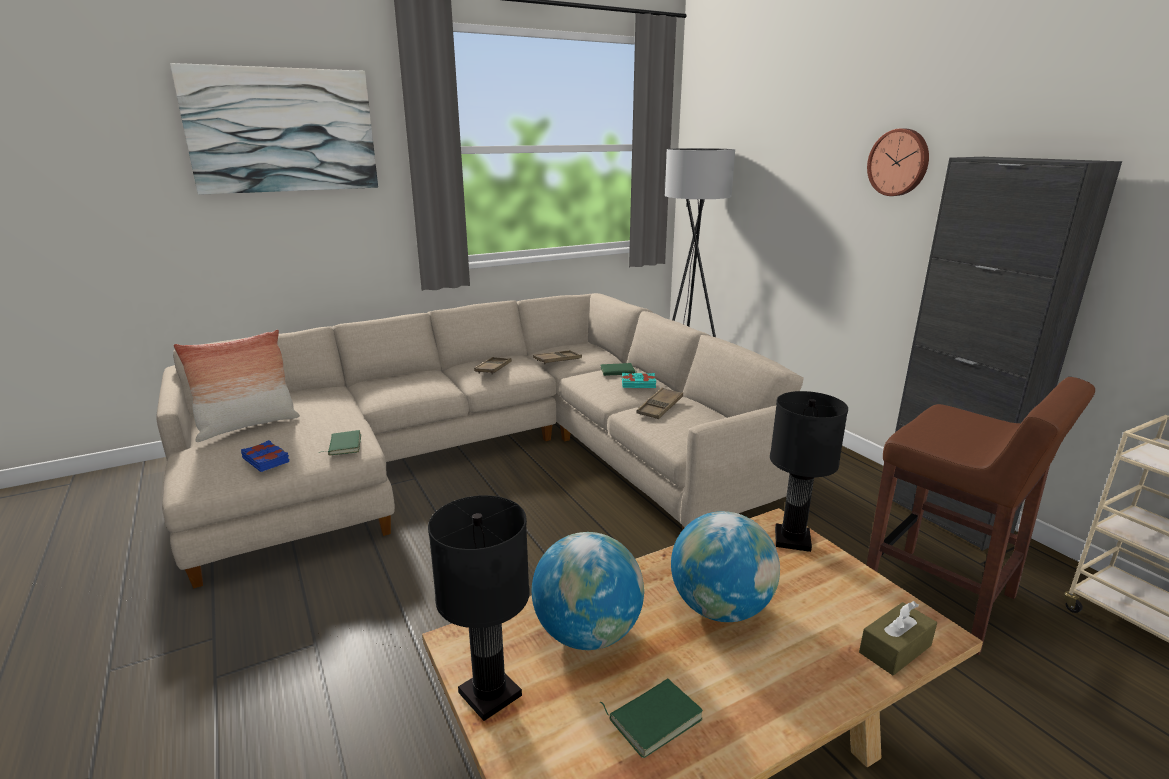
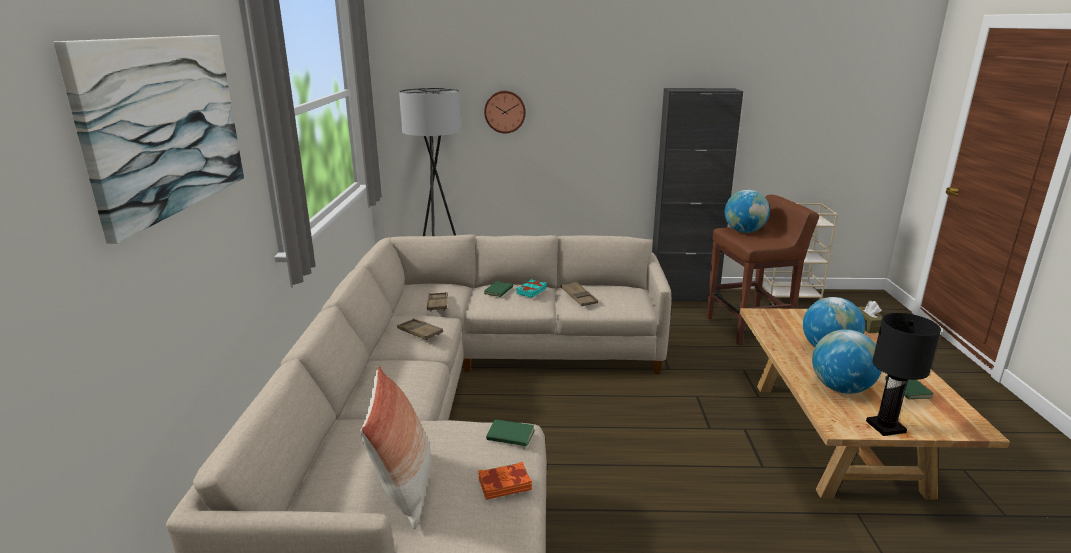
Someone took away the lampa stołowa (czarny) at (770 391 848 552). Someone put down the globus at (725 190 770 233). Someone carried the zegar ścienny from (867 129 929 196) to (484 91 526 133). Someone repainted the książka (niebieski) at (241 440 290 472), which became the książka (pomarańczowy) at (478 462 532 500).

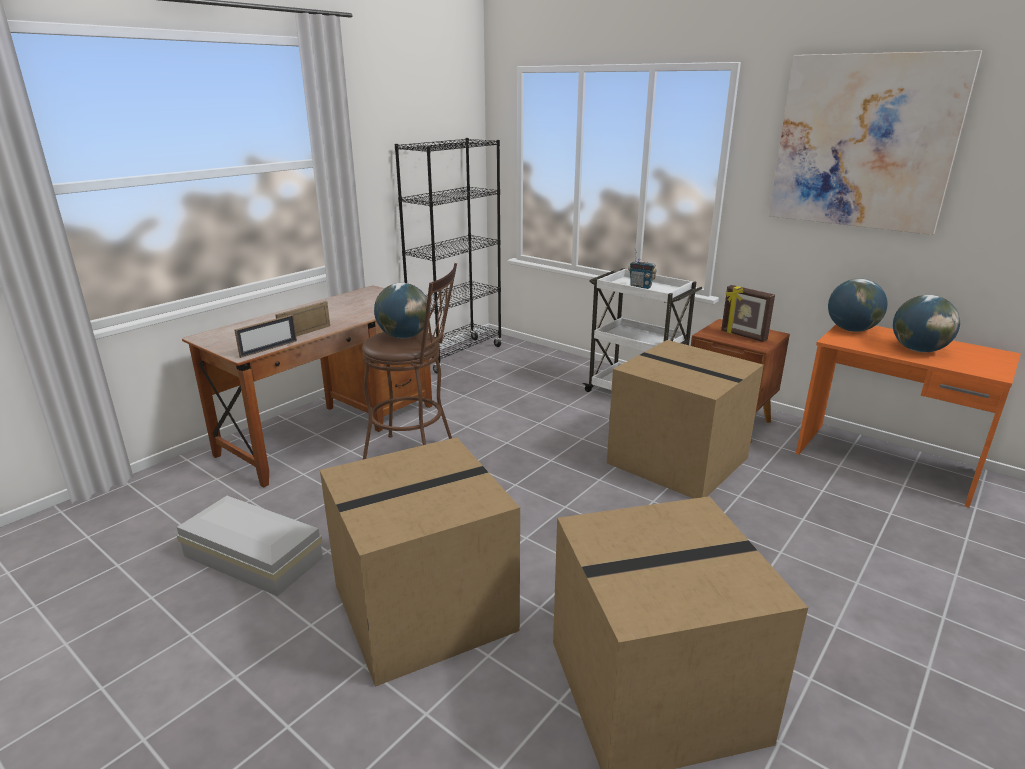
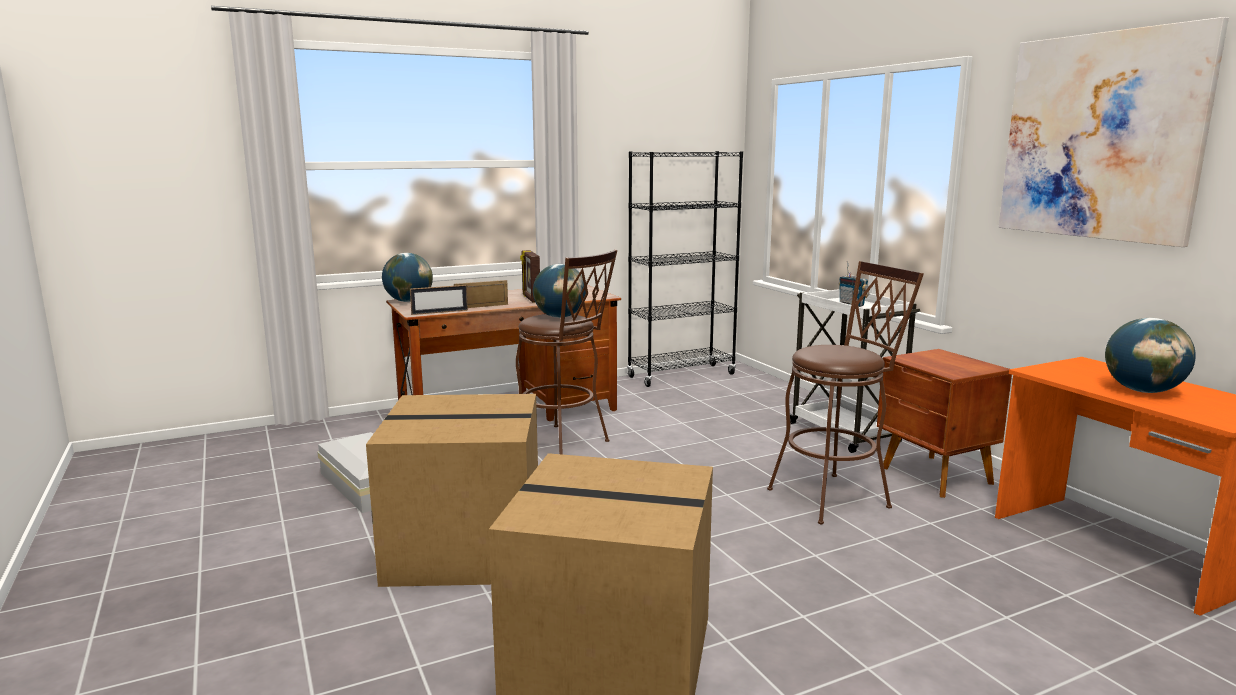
Someone carried the ramka na zdjęcie from (721 285 775 342) to (520 250 540 302). Someone carried the globus from (828 279 888 332) to (382 253 433 302). Someone swapped the karton at (607 340 764 499) for the stołek (brązowy) at (767 261 924 524).

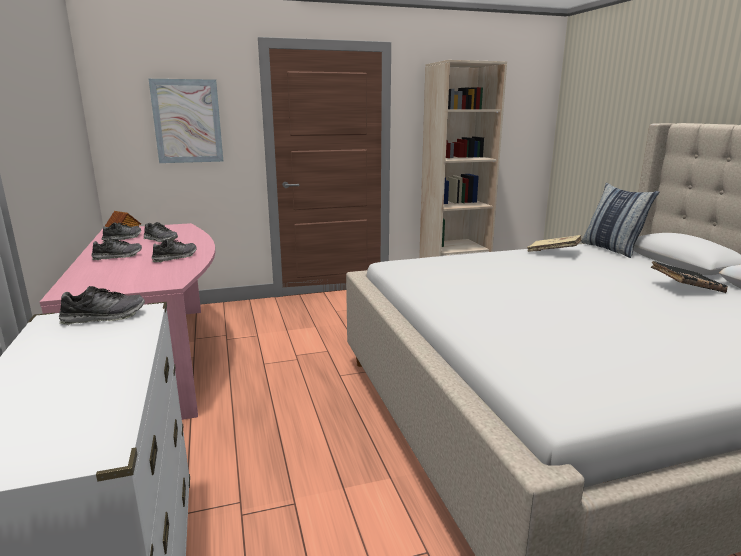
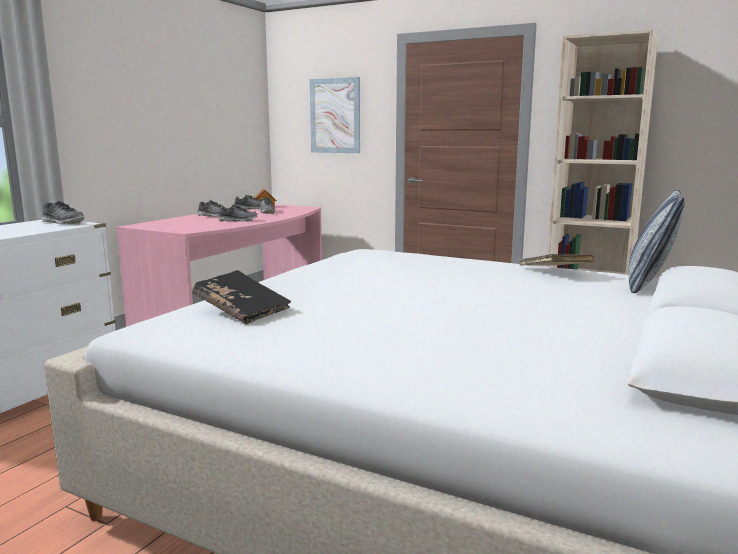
Someone carried the książka (czarny) from (651 261 728 293) to (192 270 291 325).

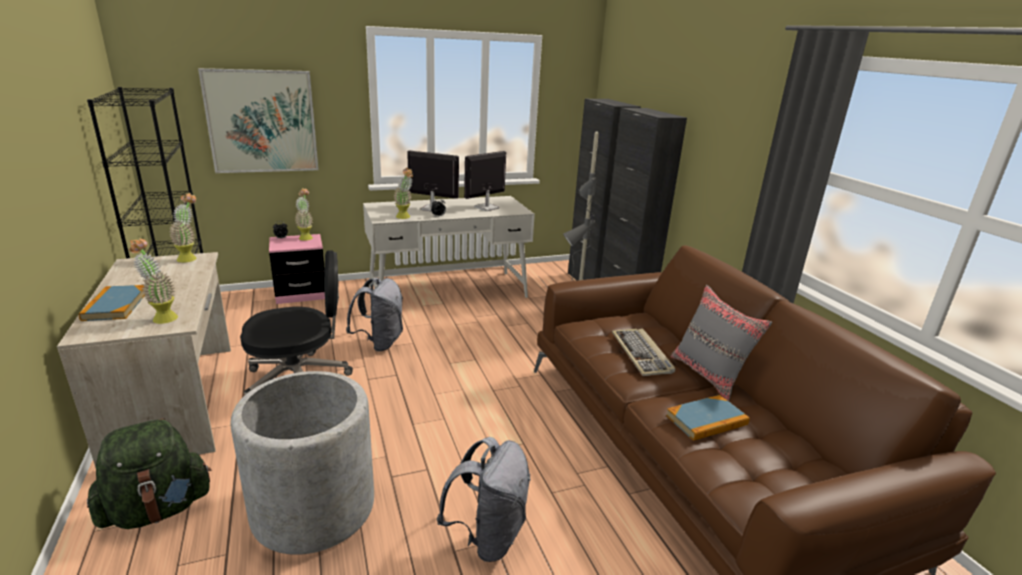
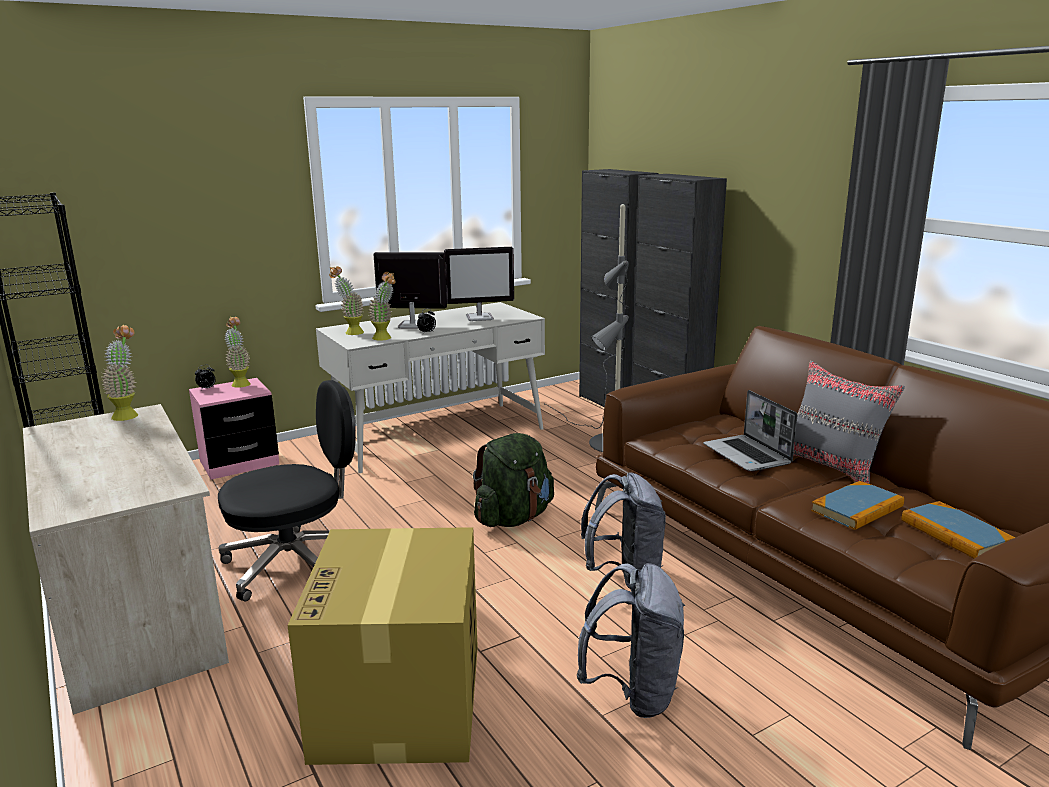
Someone took away the obraz at (198 68 319 173). Someone carried the książka from (79 285 145 321) to (902 501 1016 558). Someone carried the plecak (zielony) from (87 418 211 529) to (473 433 554 527). Someone carried the roślina doniczkowa from (129 239 178 324) to (329 266 364 335). Someone carried the plecak (szary) from (346 278 403 351) to (581 472 666 589). Someone swapped the donica (szary) at (231 371 374 555) for the karton at (288 527 478 765). Someone swapped the klawiatura at (612 328 676 376) for the laptop at (703 390 797 471). Someone rotated the monitor at (464 151 506 211) by 135 degrees counterclockwise.

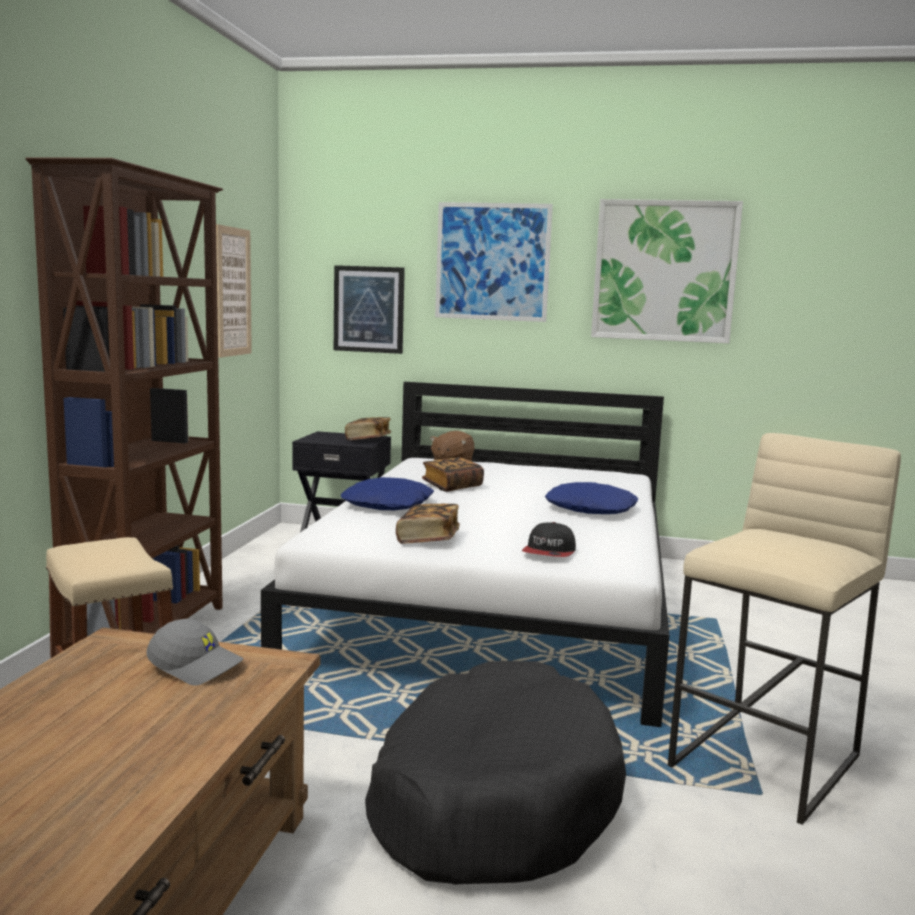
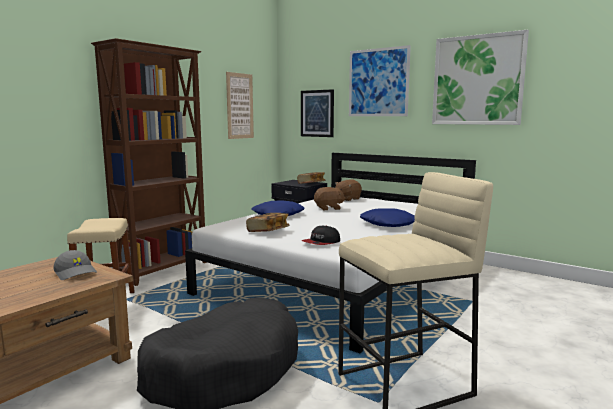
Someone swapped the książka at (422 457 484 492) for the pluszak (brązowy) at (314 187 345 210).

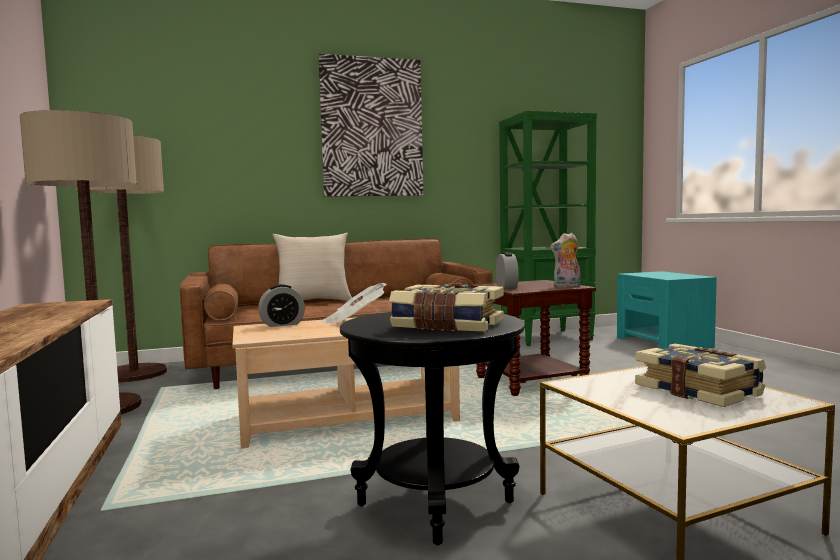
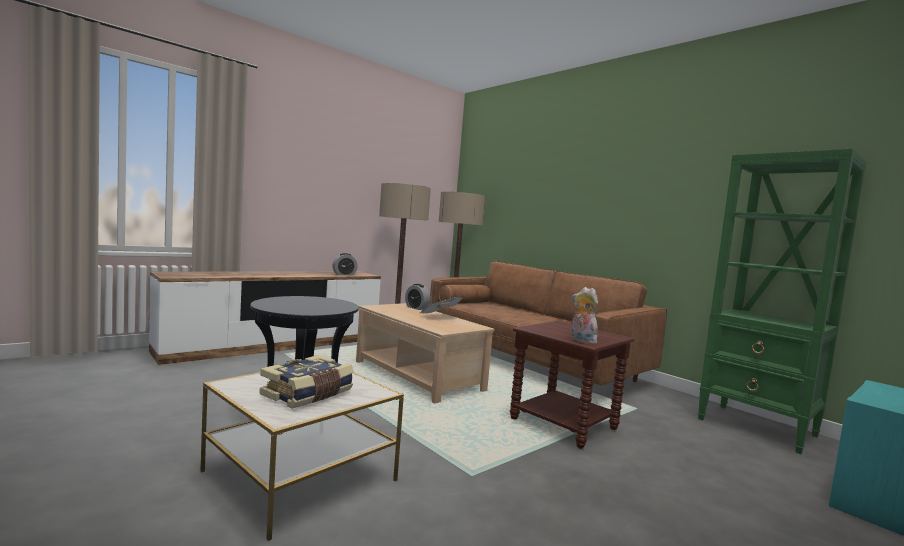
Someone took away the poduszka (beżowy) at (272 233 352 301). Someone took away the obraz at (318 54 423 197). Someone took away the książka at (389 283 504 331). Someone carried the budzik from (496 252 519 289) to (332 253 358 275).

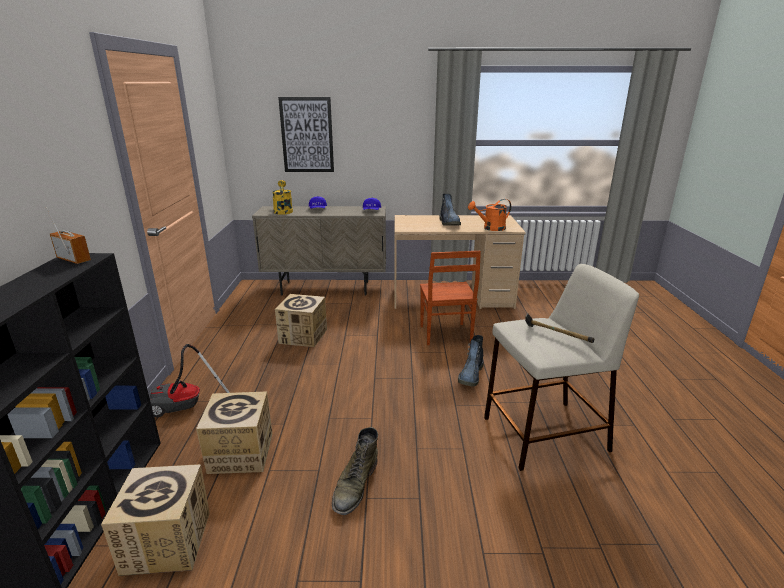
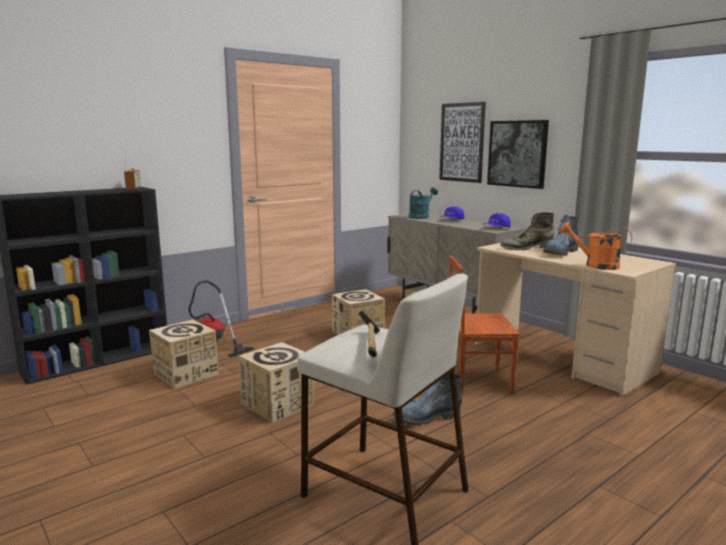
Someone put up the obraz at (487 120 549 189). Someone carried the karton from (101 464 209 576) to (239 342 314 423). Someone carried the but z cholewką (zielony) from (332 427 378 515) to (500 212 554 250). Someone repainted the konewka (żółty) at (272 180 293 215), which became the konewka (turkusowy) at (409 187 438 219). Someone rotated the krzesło (brązowy) at (420 251 481 345) by 45 degrees clockwise.

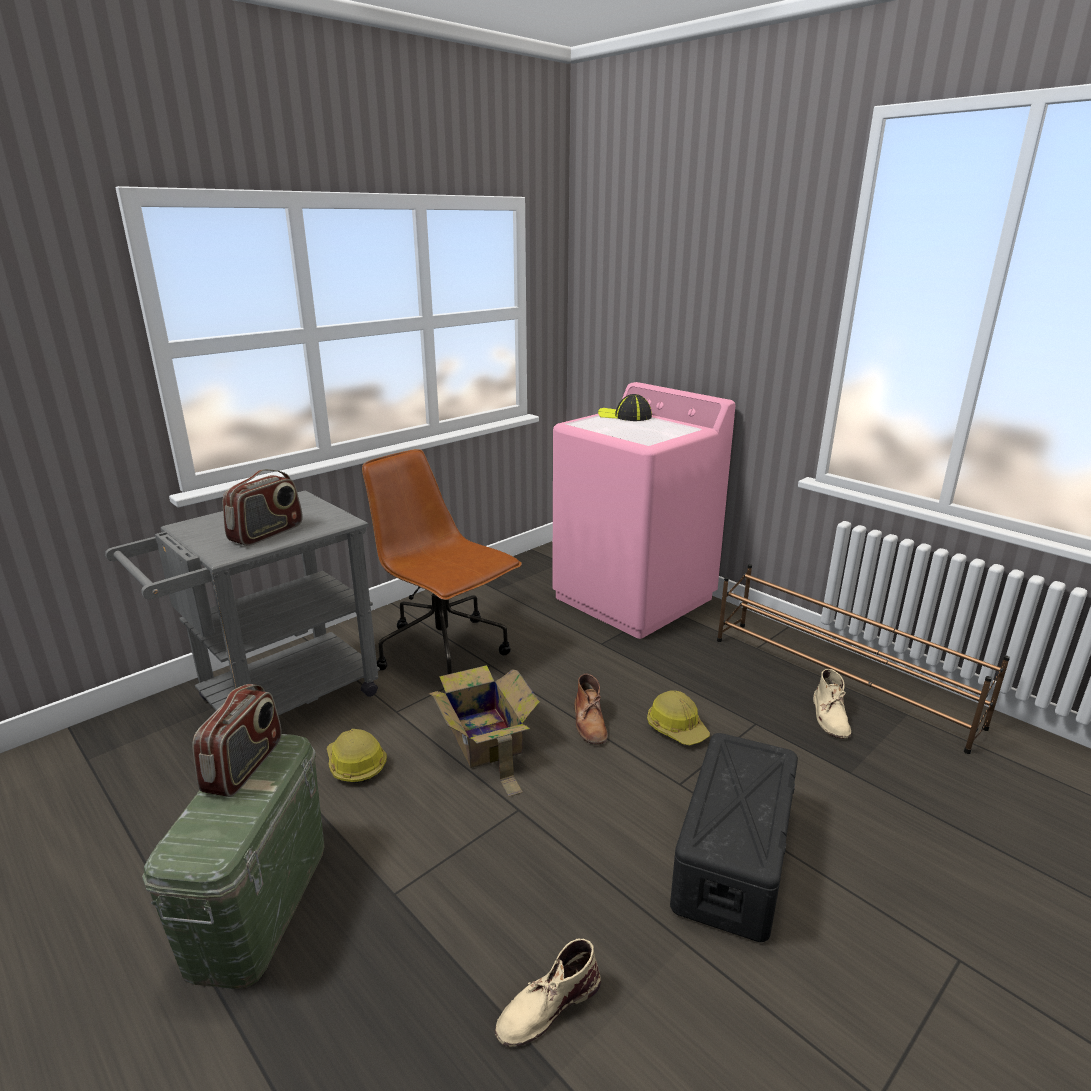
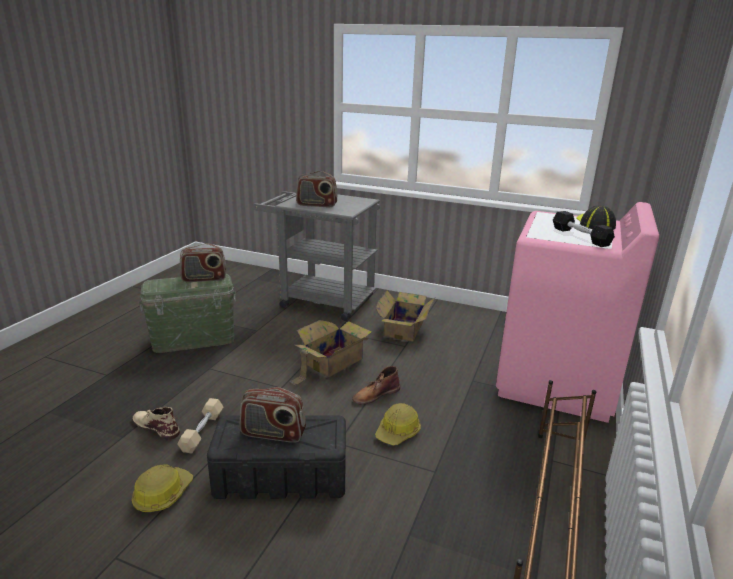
Someone took away the but z cholewką (beżowy) at (813 669 851 739). Someone put down the hantel (beżowy) at (177 398 223 454). Someone put down the radio at (240 387 306 443). Someone put down the hantel (czarny) at (553 211 615 247). Someone carried the kask from (327 729 387 783) to (132 464 193 513). Someone swapped the krzesło biurowe (brązowy) at (362 449 522 674) for the karton at (376 290 435 342).

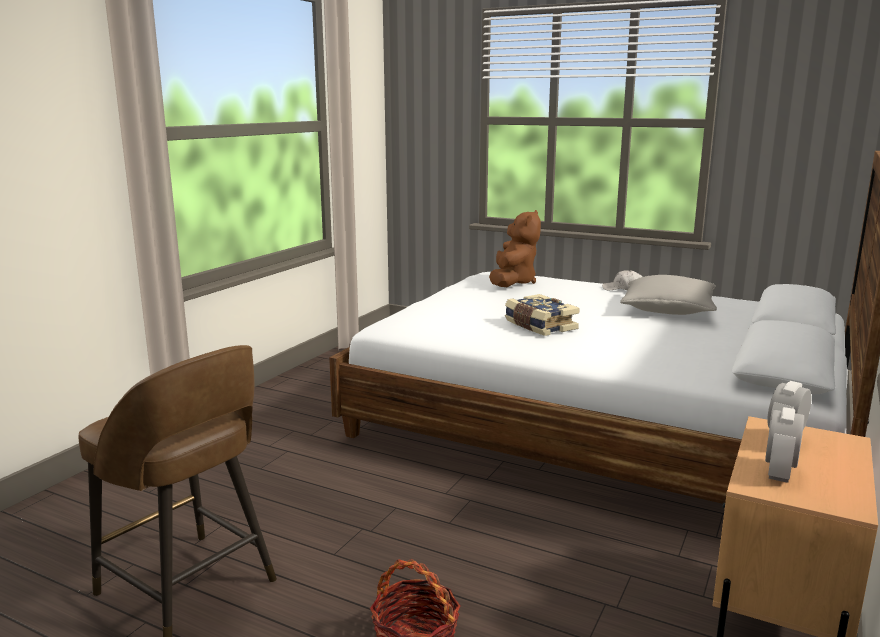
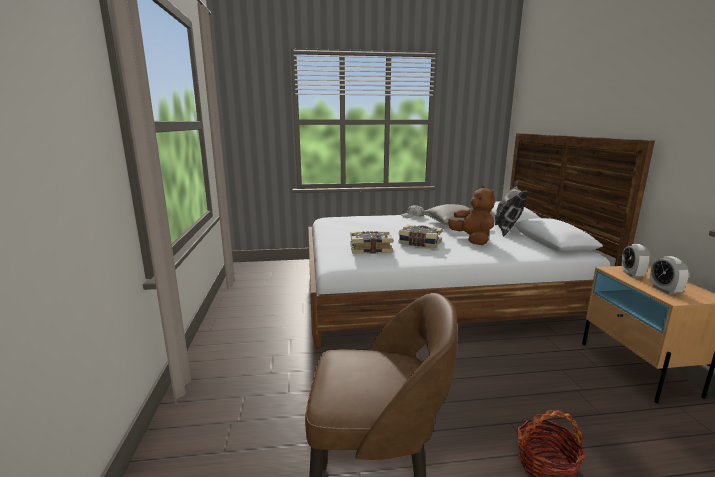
Someone put down the książka at (350 231 393 254). Someone put down the poduszka at (495 181 528 237). Someone carried the pluszak (brązowy) from (489 210 541 287) to (448 186 495 245).

